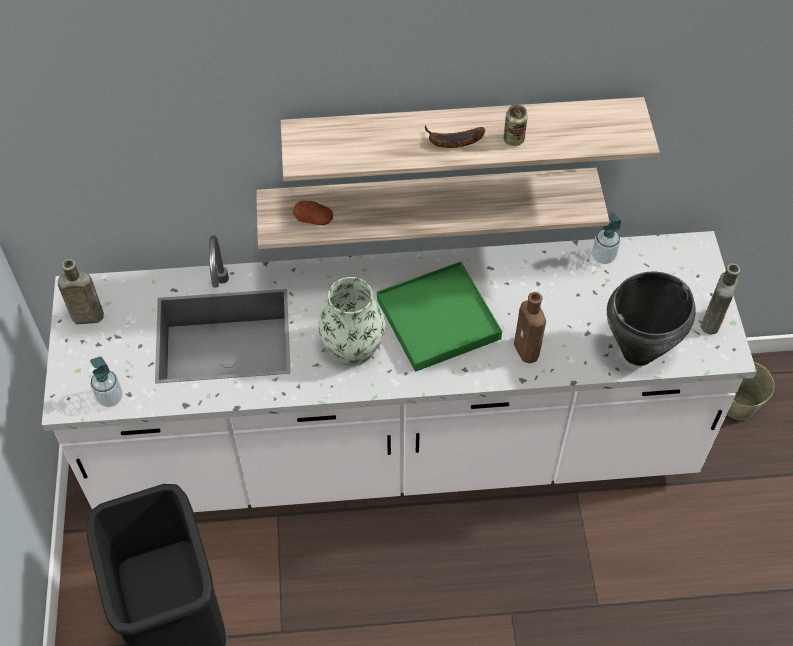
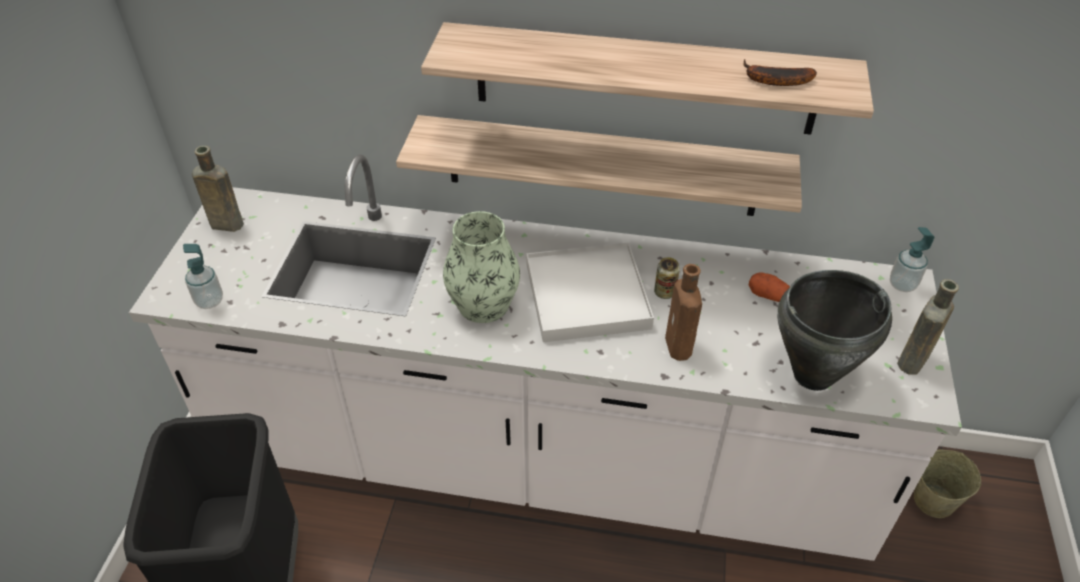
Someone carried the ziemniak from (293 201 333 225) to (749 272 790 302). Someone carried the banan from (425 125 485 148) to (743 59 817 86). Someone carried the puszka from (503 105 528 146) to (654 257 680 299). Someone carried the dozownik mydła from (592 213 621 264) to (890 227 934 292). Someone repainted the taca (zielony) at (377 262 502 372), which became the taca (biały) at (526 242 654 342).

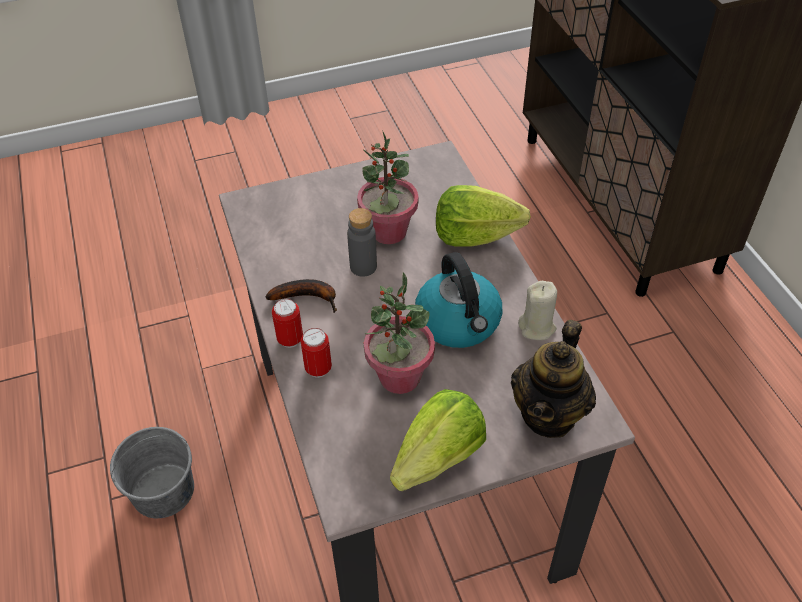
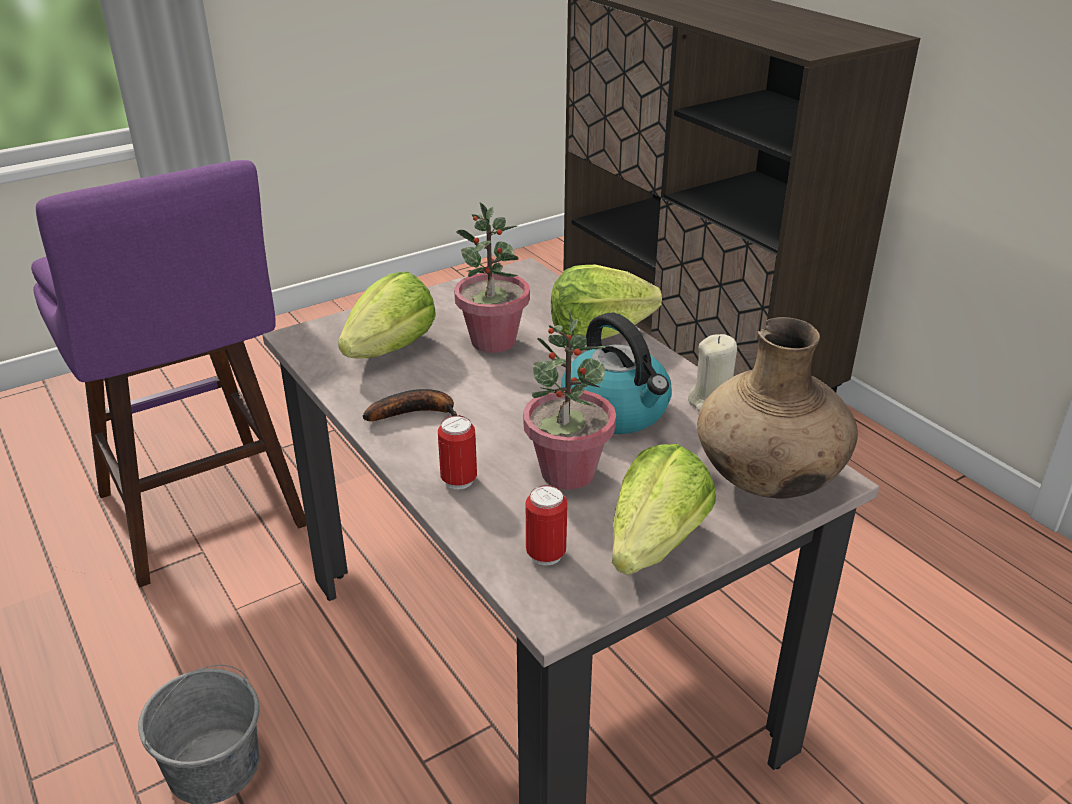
Someone took away the butelka (szary) at (347 208 377 277). Someone put down the stołek (fioletowy) at (31 160 307 588). Someone put down the sałata at (338 271 436 359). Someone carried the puszka from (272 299 303 348) to (526 485 567 566). Someone swapped the imbryk at (511 320 596 438) for the wazon (brązowy) at (697 317 858 499).

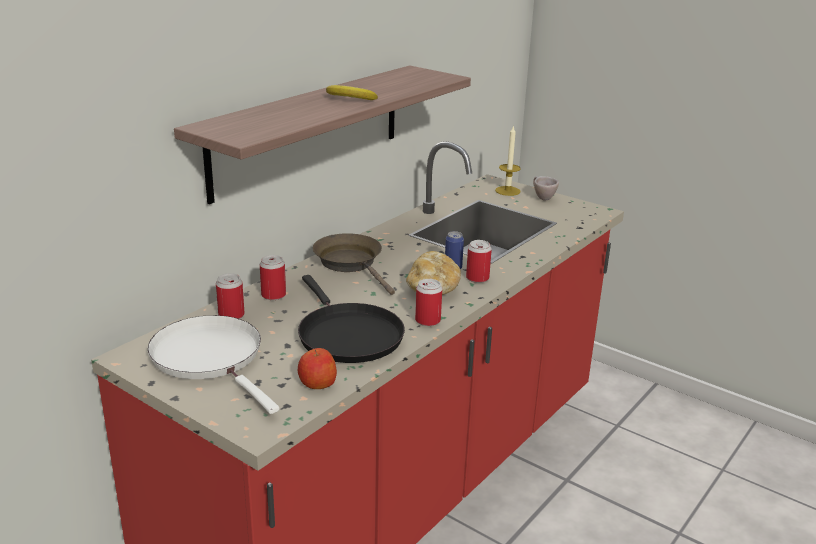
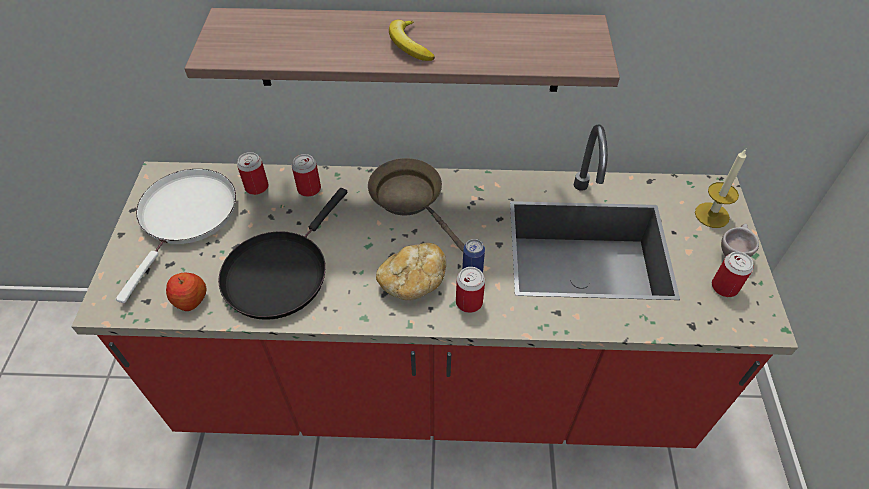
Someone carried the puszka from (415 279 442 326) to (712 252 753 297). Someone rotated the patelnia (brązowy) at (313 233 395 295) by 60 degrees counterclockwise.

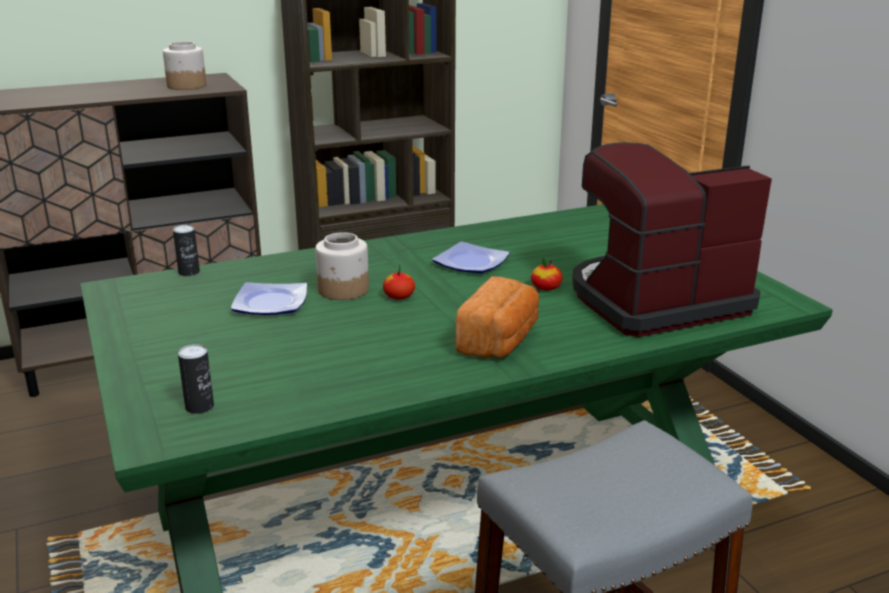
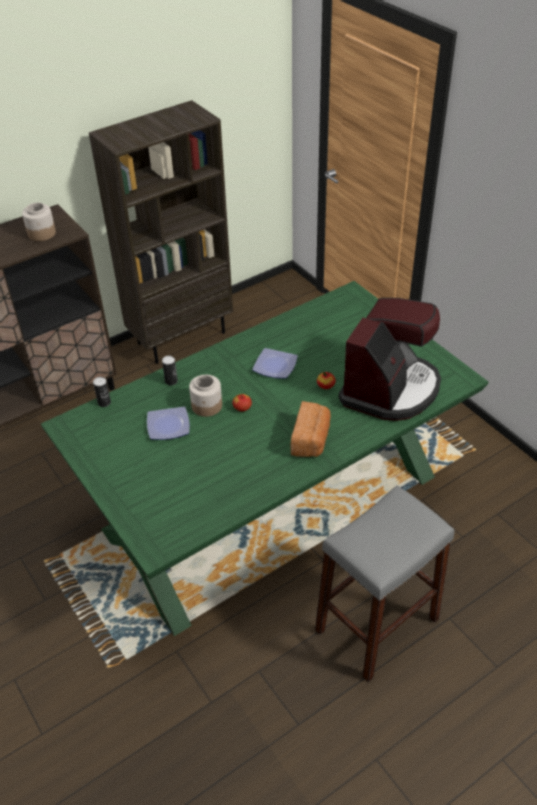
Someone carried the puszka from (178 344 214 414) to (162 356 178 385). Someone rotated the ekspres do kawy at (572 142 772 337) by 150 degrees clockwise.

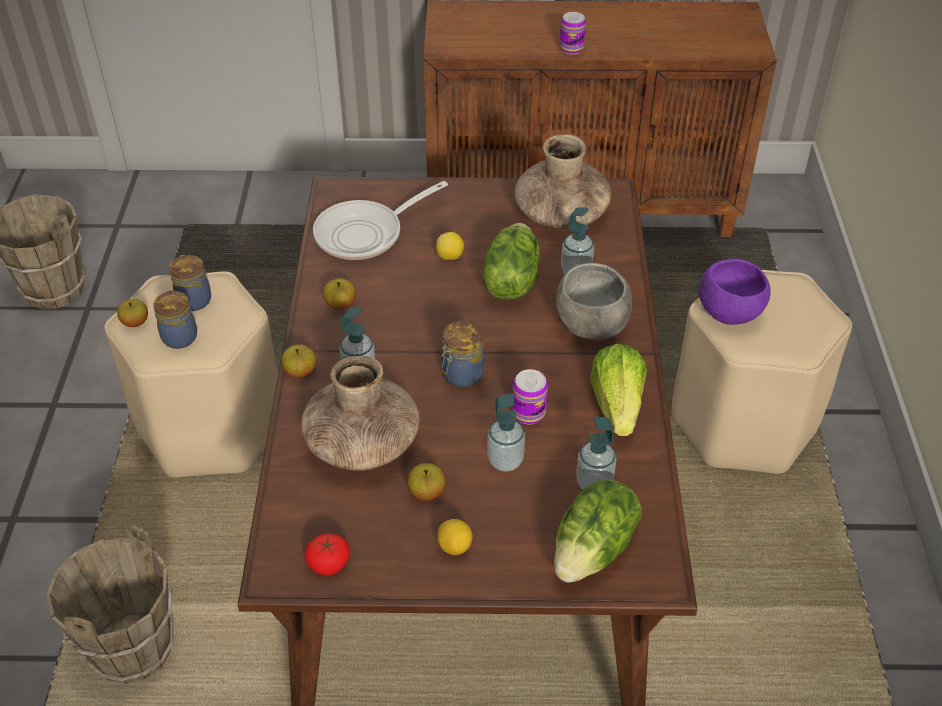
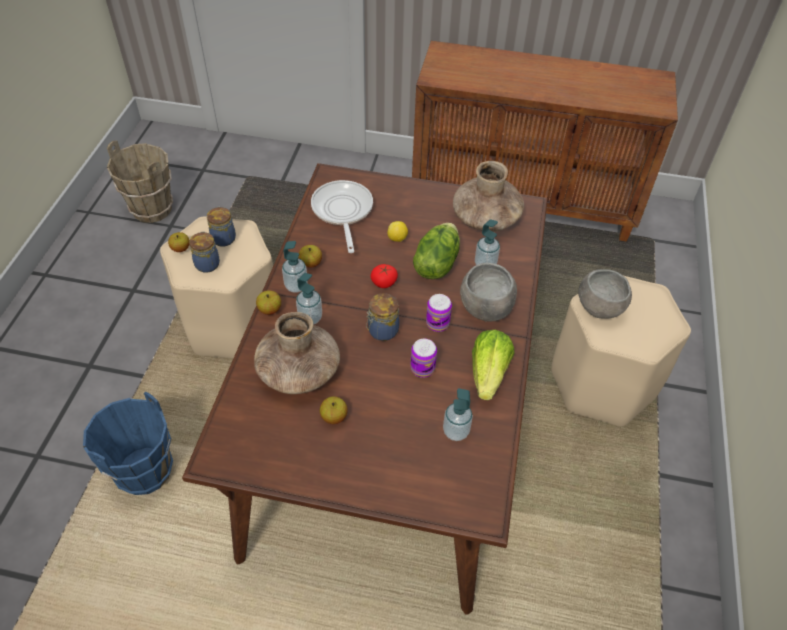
Someone took away the cytryna at (437 519 473 555). Someone took away the sałata at (554 480 642 582). Someone carried the pomidor from (304 534 350 576) to (371 264 398 288). Someone carried the dozownik mydła from (487 393 525 472) to (282 241 308 293). Someone carried the puszka from (560 12 586 54) to (426 294 452 332). Someone repainted the wiadro (brązowy) at (46 524 174 684), which became the wiadro (niebieski) at (83 392 173 495). Someone repainted the miska (fioletowy) at (698 259 771 325), which became the miska (szary) at (578 269 632 319). Someone rotated the patelnia at (313 181 448 260) by 105 degrees clockwise.

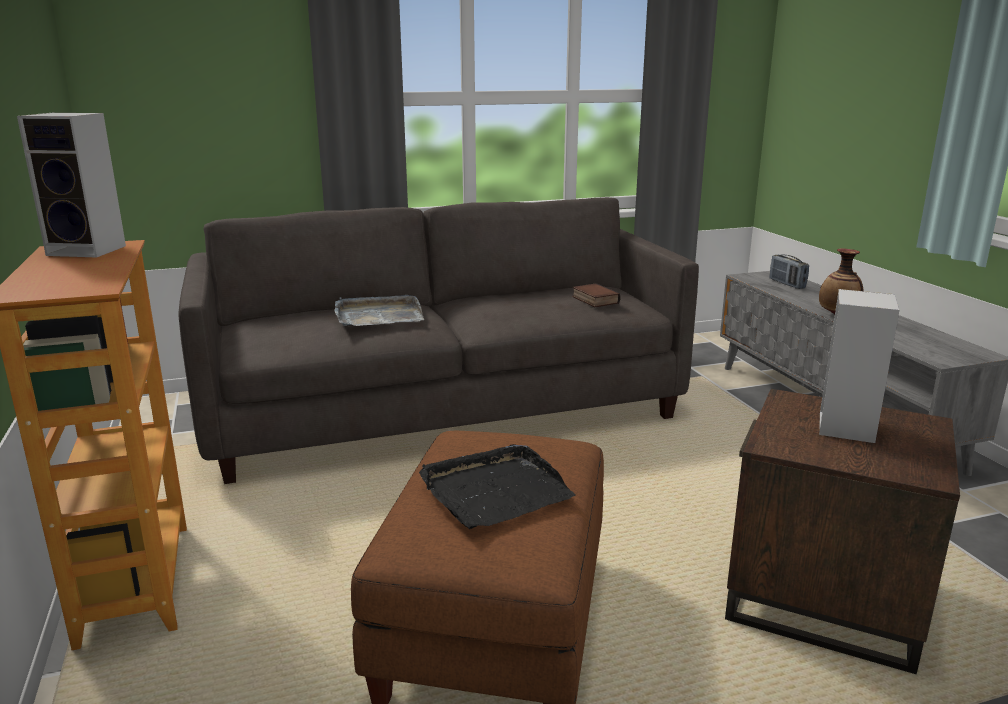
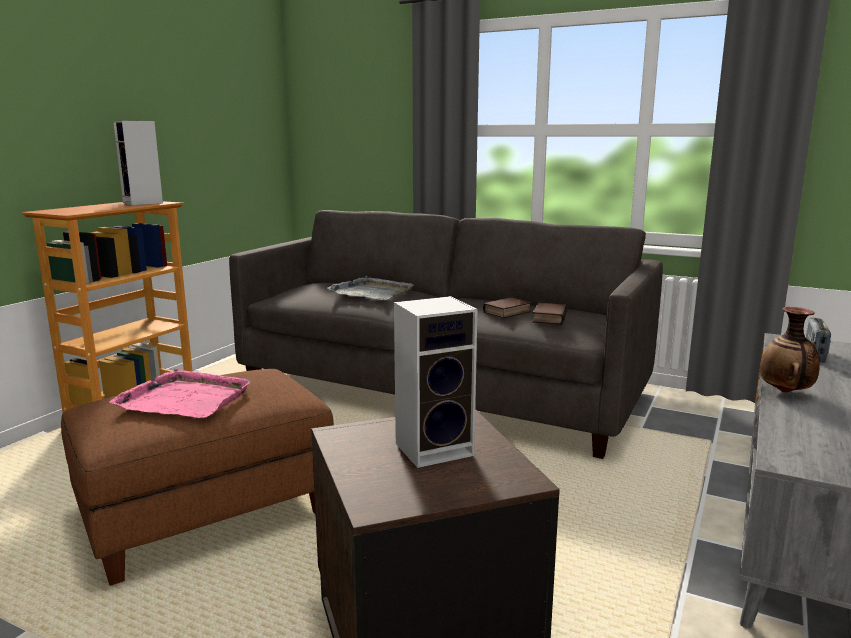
Someone put down the książka at (483 297 531 318). Someone repainted the taca (czarny) at (419 444 576 529), which became the taca (różowy) at (110 368 250 418).

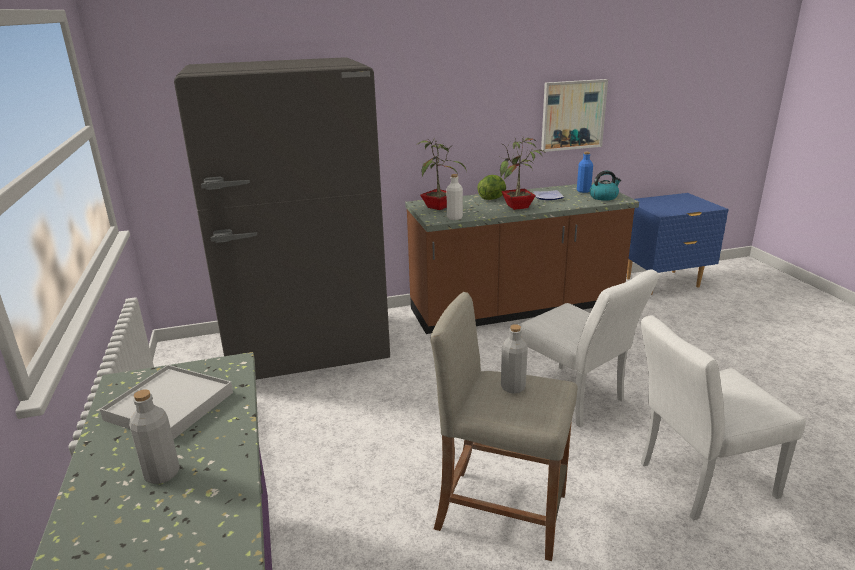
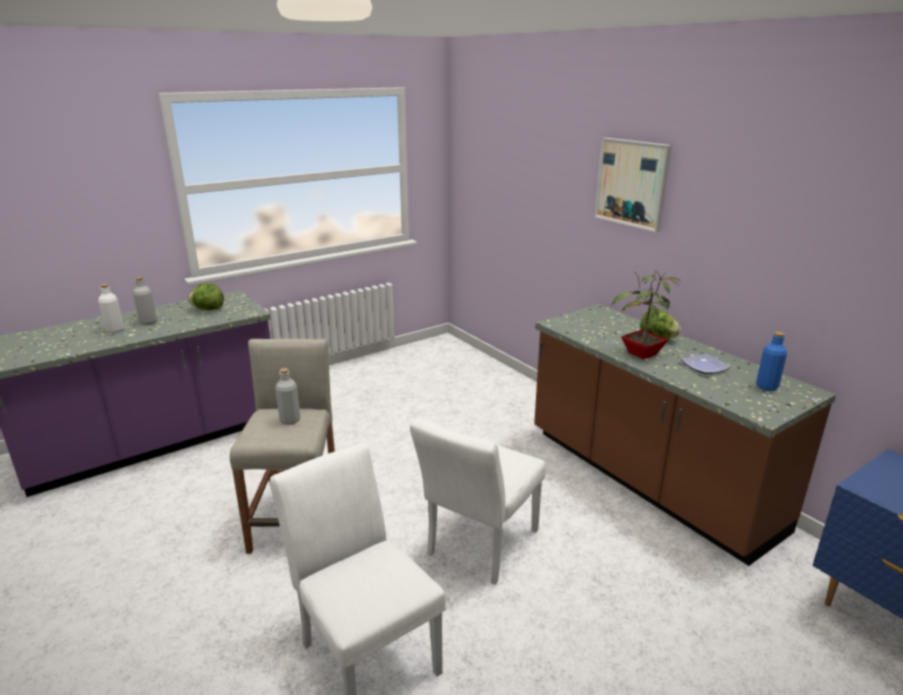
Someone took away the lodówka (szary) at (174 57 390 380). Someone took away the roślina doniczkowa at (418 139 467 210). Someone took away the czajnik at (589 171 621 201). Someone carried the butelka (biały) from (447 174 463 220) to (98 284 124 333). Someone carried the obraz from (541 79 608 152) to (594 138 672 232). Someone swapped the taca (biały) at (100 365 233 440) for the sałata at (188 283 224 310).

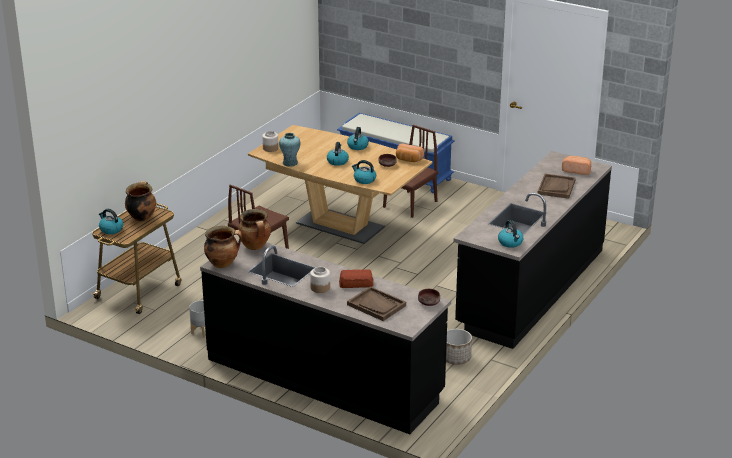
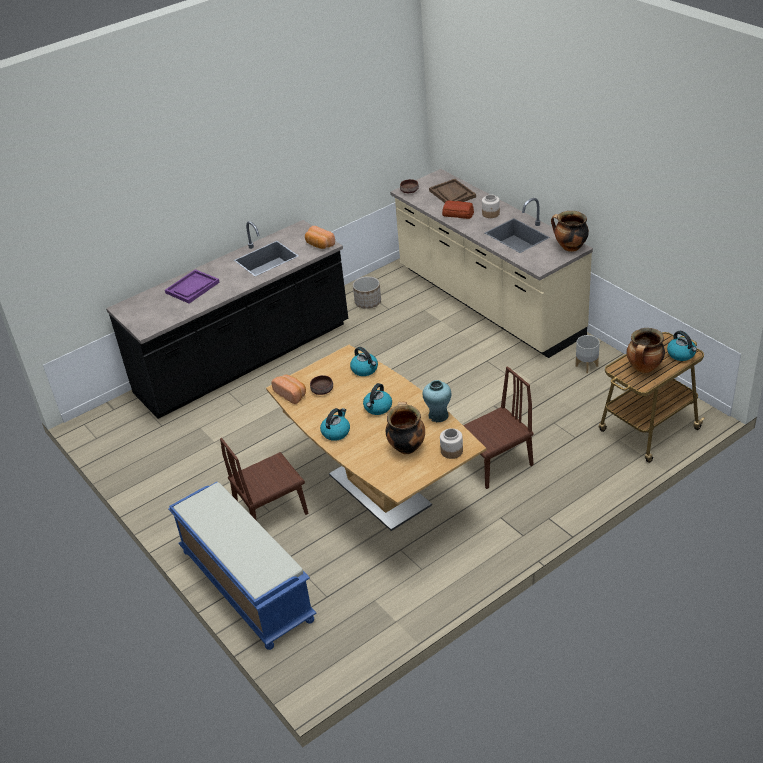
Someone took away the czajnik at (498 220 523 248). Someone carried the garnek from (238 209 271 250) to (386 402 425 454). Someone carried the chleb from (562 156 591 175) to (305 226 335 249). Someone repainted the zabudowa kuchenna (czarny) at (200 239 451 434), which became the zabudowa kuchenna (beżowy) at (390 169 593 358). Someone repainted the taca (brązowy) at (538 174 576 199), which became the taca (fioletowy) at (165 269 220 303).

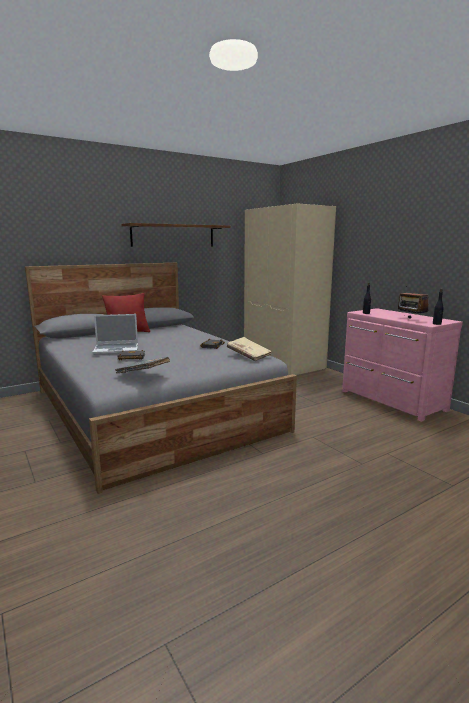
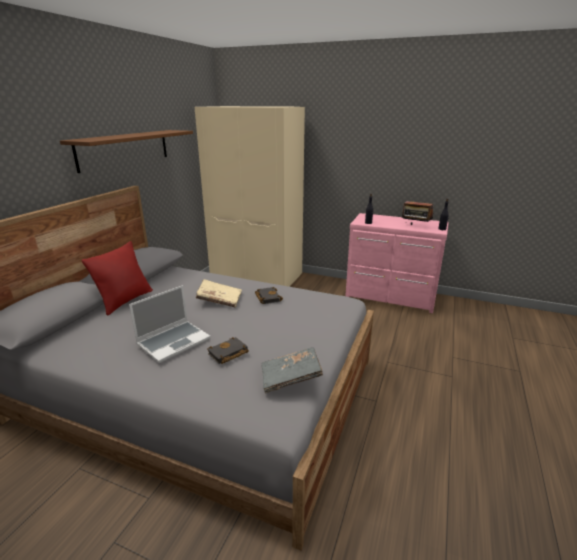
Someone carried the książka (beżowy) from (227 337 272 361) to (196 279 242 308).

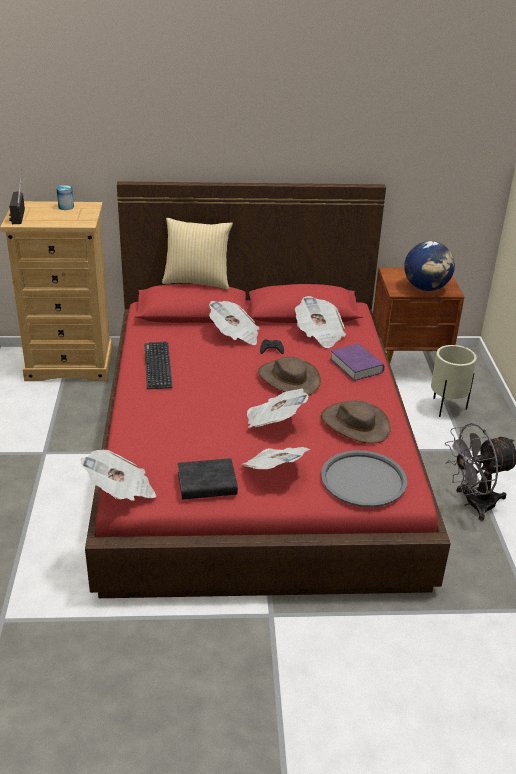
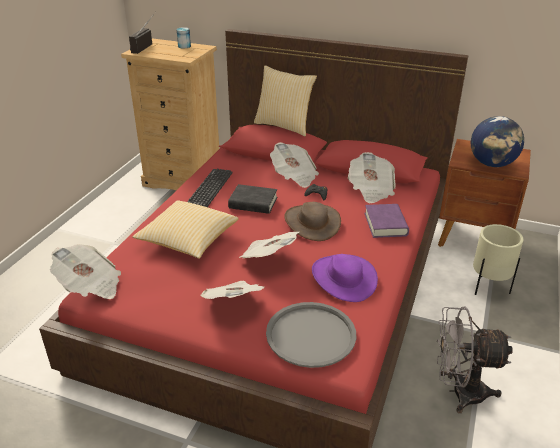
Someone put down the poduszka at (133 200 239 259). Someone carried the książka (czarny) from (178 458 238 499) to (228 184 277 214). Someone repainted the kapelusz (brązowy) at (321 400 391 444), which became the kapelusz (fioletowy) at (312 254 378 302).

